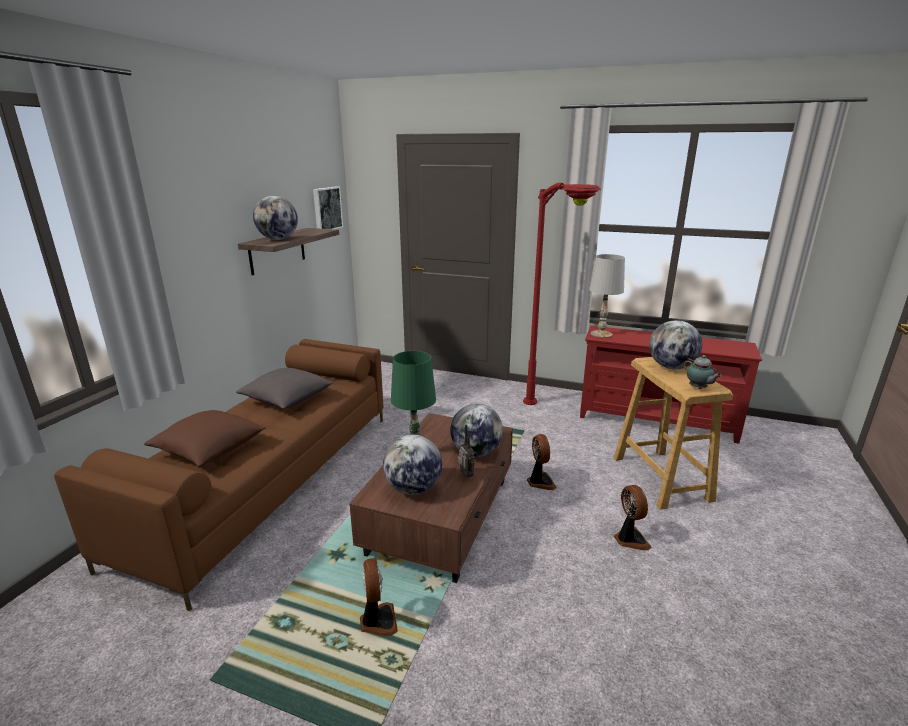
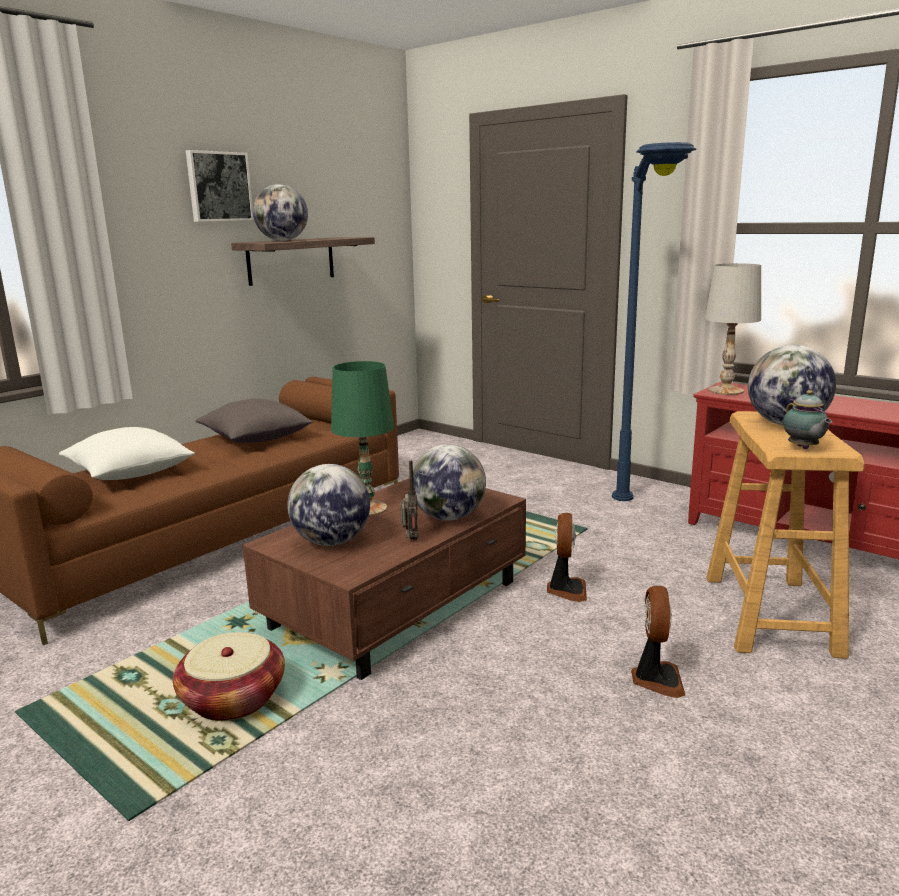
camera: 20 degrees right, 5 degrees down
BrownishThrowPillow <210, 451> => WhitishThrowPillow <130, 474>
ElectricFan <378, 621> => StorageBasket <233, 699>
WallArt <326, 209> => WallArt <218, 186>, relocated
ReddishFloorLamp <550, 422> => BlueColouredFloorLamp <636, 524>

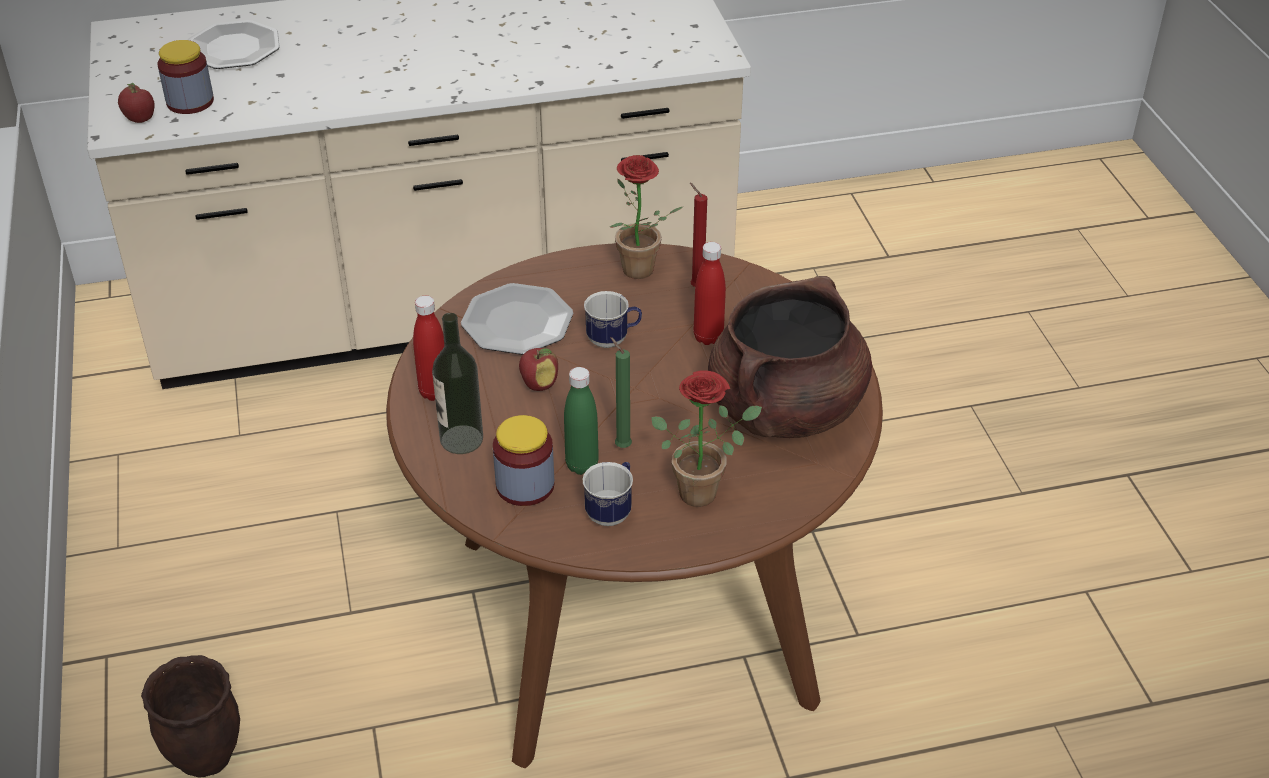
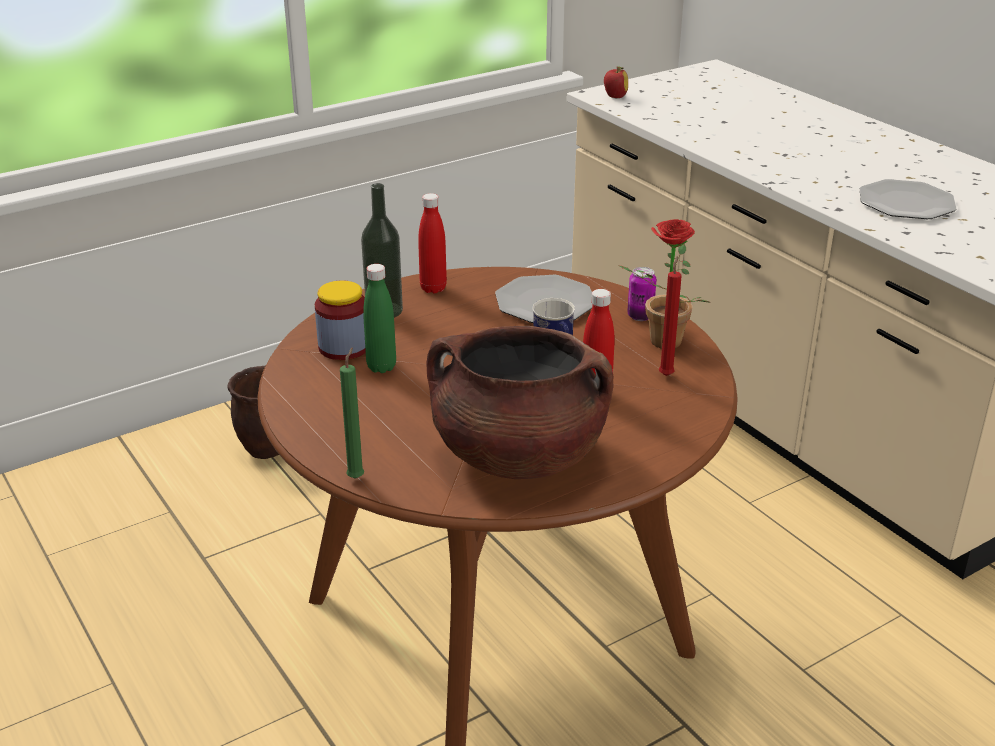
camera: 70 degrees right, 10 degrees down
GreenWaxLight <621, 445> => GreenWaxLight <357, 476>, relocated
nothing => MetalCan <640, 316>
Plate <233, 48> => Plate <906, 203>, relocated
PreserveJar <190, 102> => nothing
AppleFruit <539, 384> => nothing
Mug <612, 511> => nothing
PlantInAPot <704, 490> => nothing

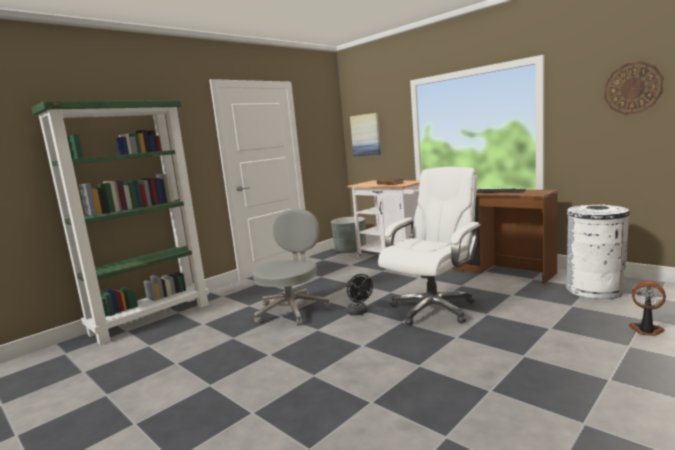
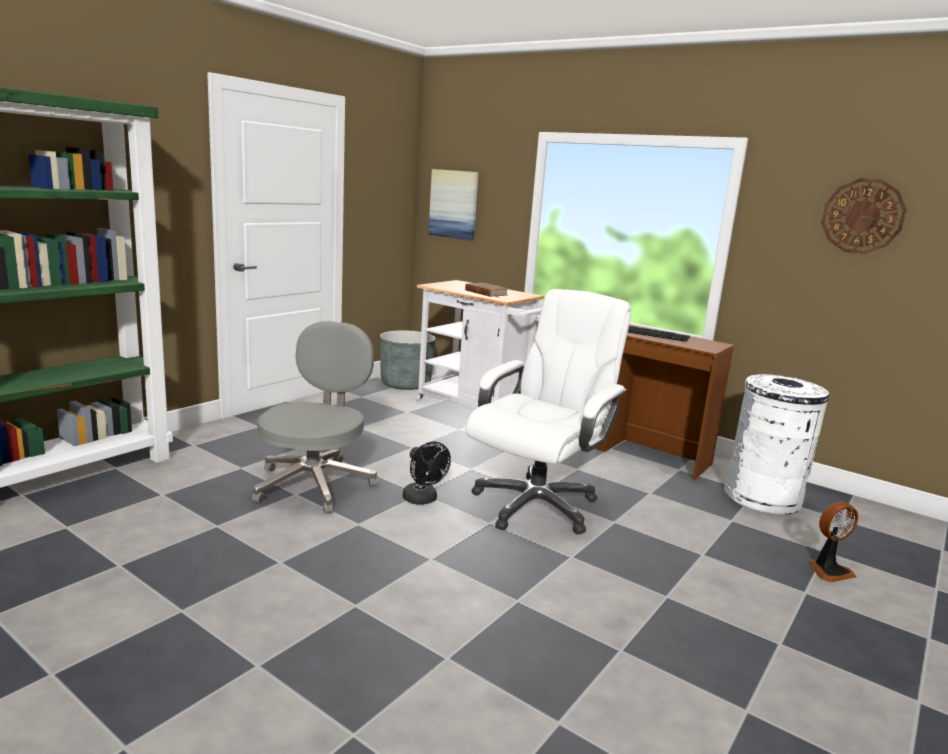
camera: 10 degrees left, 5 degrees up
ElectricFan <646, 330> => ElectricFan <828, 570>, 135 degrees clockwise

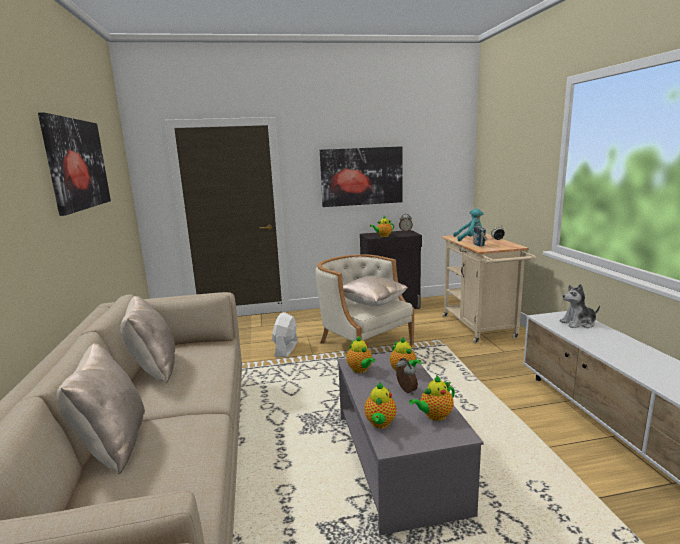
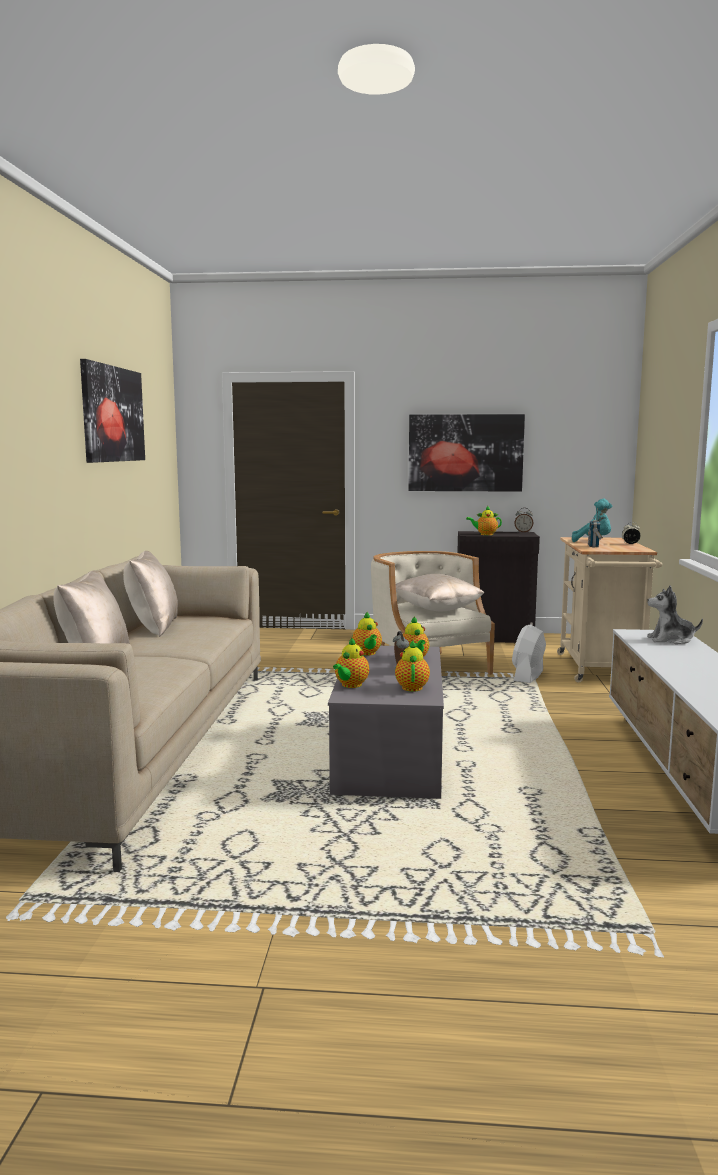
camera: 15 degrees right, 5 degrees down
TeaPot <434, 416> => TeaPot <412, 687>, 105 degrees clockwise
WhitishElectricFan <286, 349> => WhitishElectricFan <528, 676>, relocated

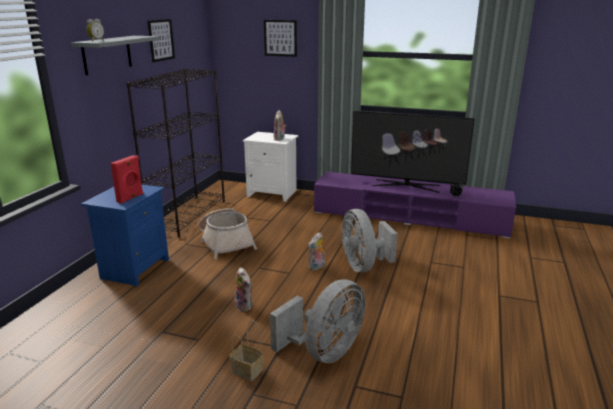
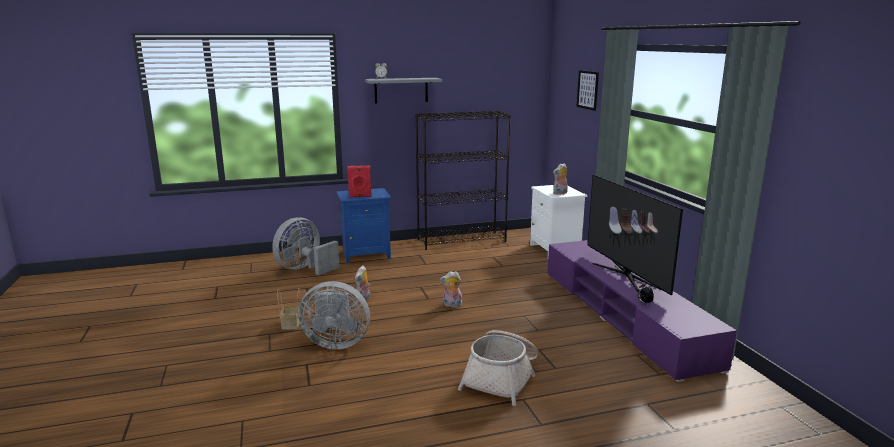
camera: 55 degrees right, 5 degrees down
GreyishElectricFan <363, 266> => GreyishElectricFan <304, 269>, relocated
StorageBasket <225, 242> => StorageBasket <501, 377>, relocated
WallArt <161, 40> => nothing

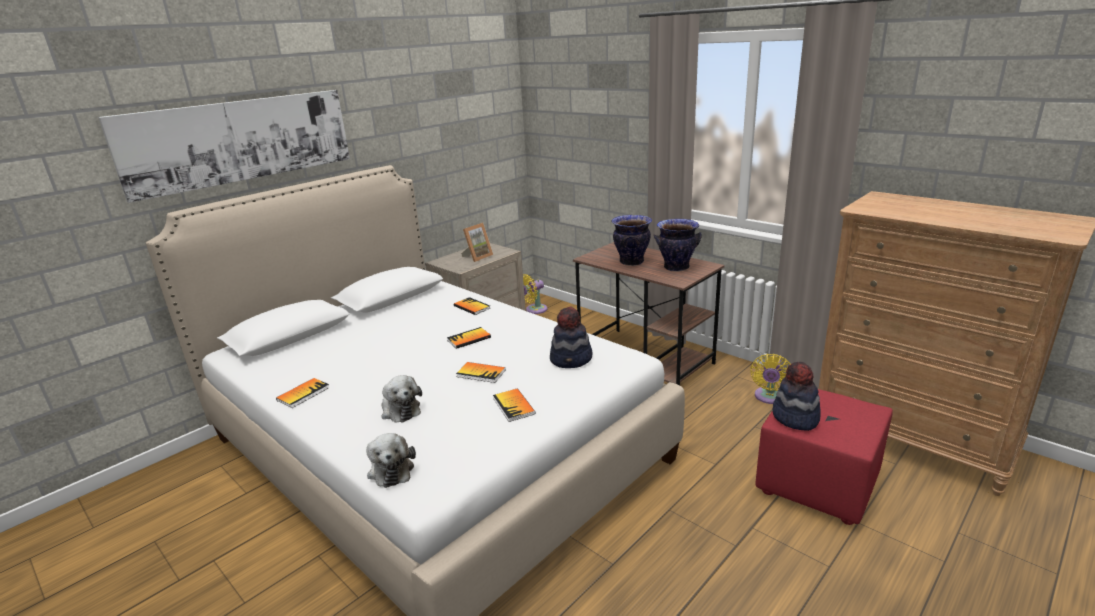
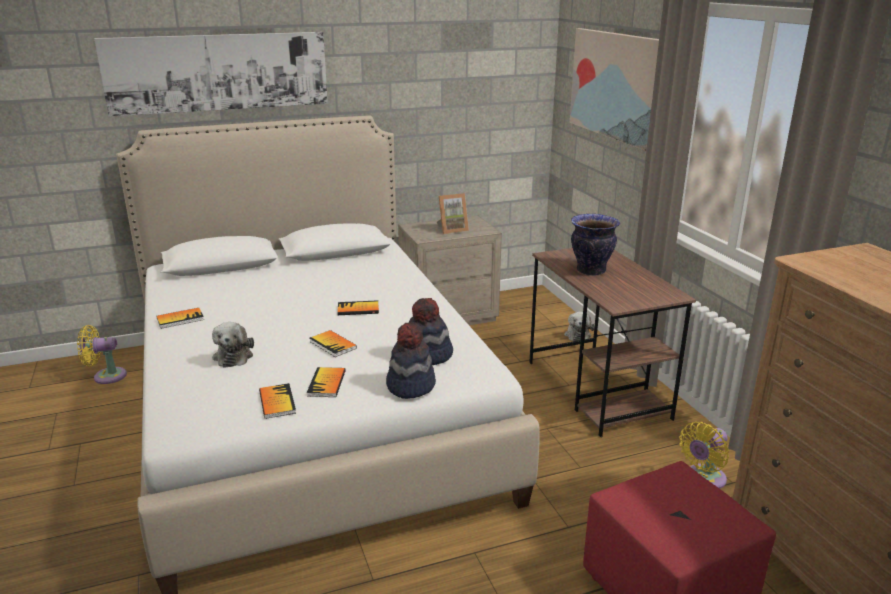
camera: 25 degrees right, 0 degrees up
YellowColouredElectricFan <534, 310> => YellowColouredElectricFan <106, 376>, relocated
BoundBook <472, 307> => BoundBook <277, 402>, relocated
Hat <795, 418> => Hat <410, 385>, relocated
SoftToy <391, 469> => SoftToy <577, 334>, relocated
nothing => WallArt <616, 85>
FlowerVase <676, 267> => nothing

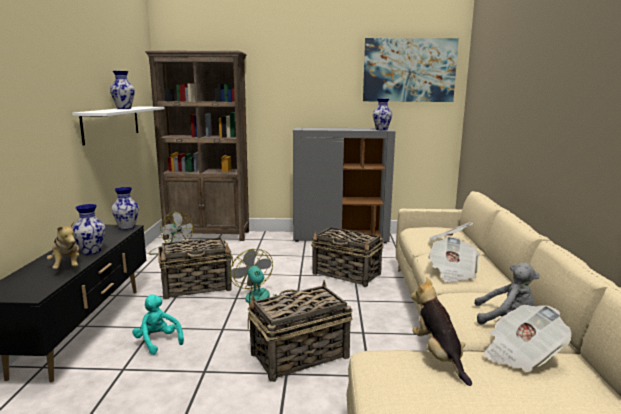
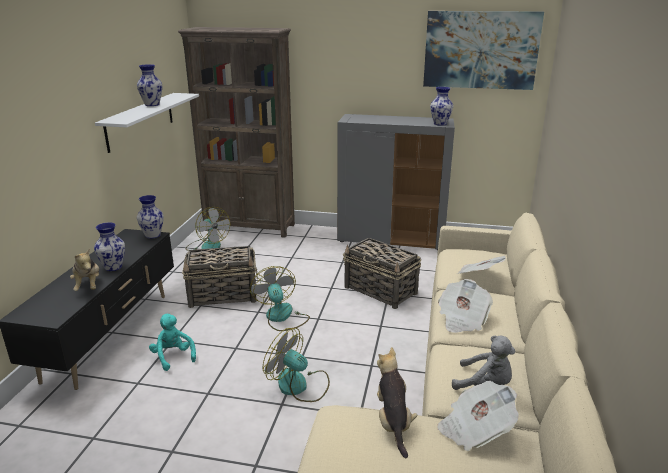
camera: 10 degrees right, 10 degrees up
StorageBasket <298, 356> => ElectricFan <299, 386>

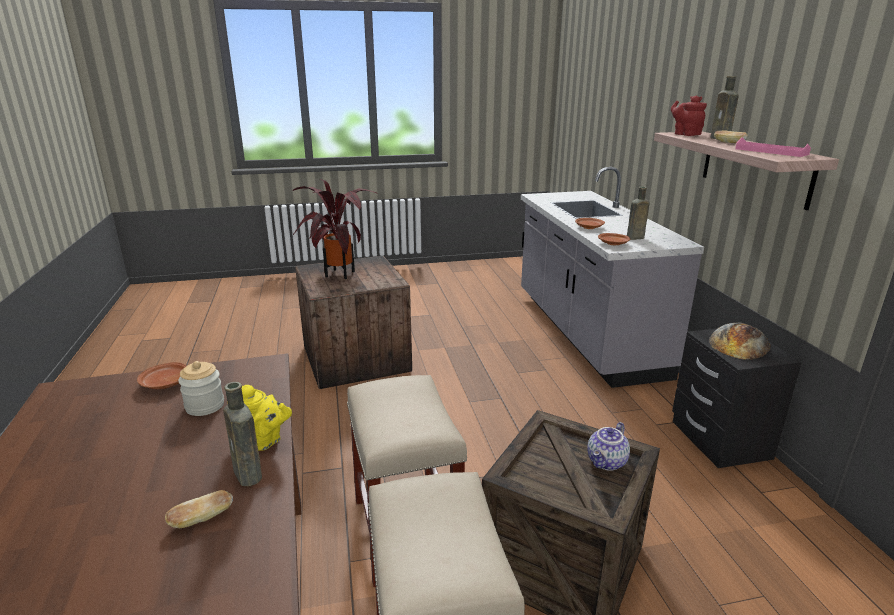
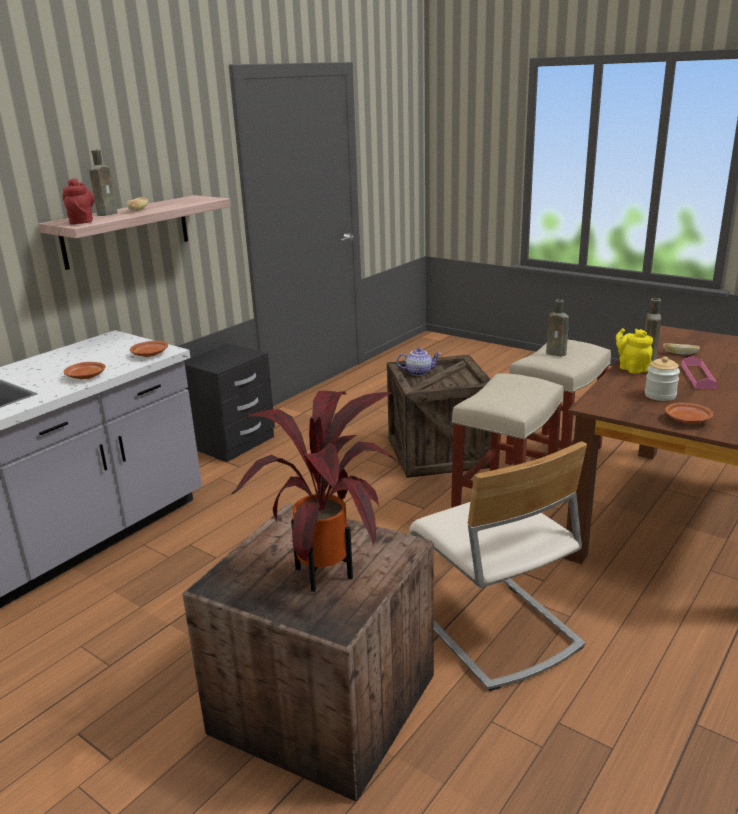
camera: 130 degrees left, 0 degrees up
ReddishTeaPot <685, 134> => ReddishTeaPot <82, 221>, 150 degrees clockwise
nothing => BeigeUprightChair <494, 629>
BrownishDrinkBottle <634, 238> => BrownishDrinkBottle <557, 353>, relocated
PinkColouredTray <771, 151> => PinkColouredTray <698, 376>, relocated
BakeryBread <739, 344> => nothing

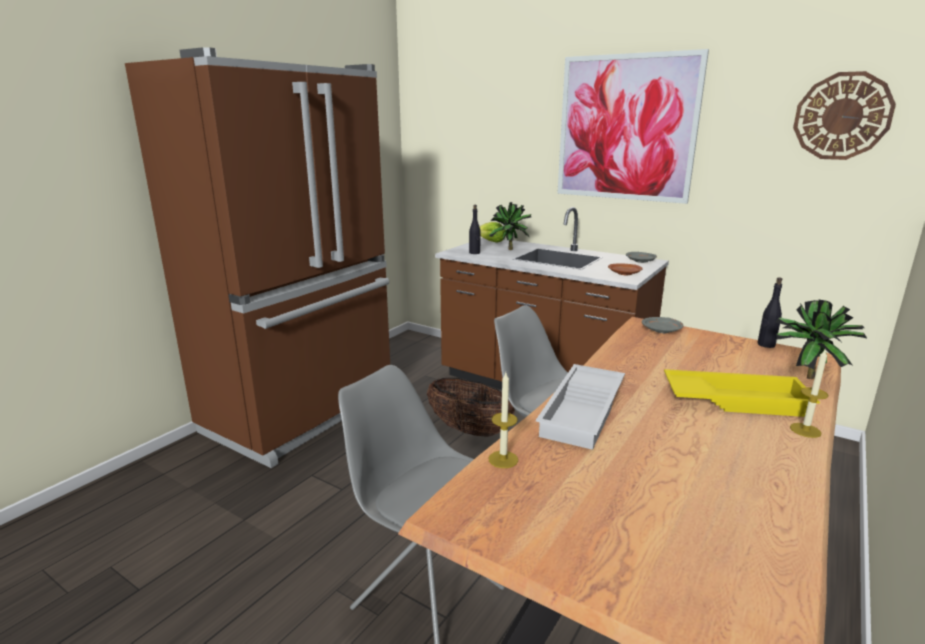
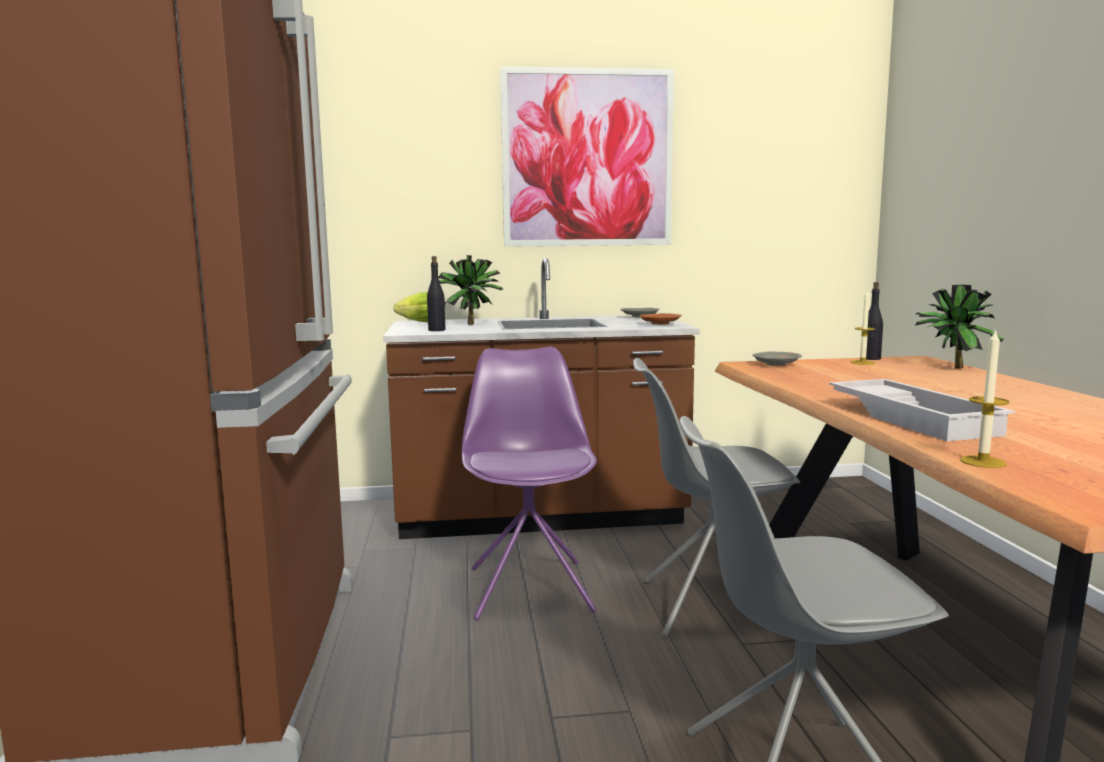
camera: 40 degrees left, 10 degrees down
StorageBasket <469, 430> => PurpleColouredUprightChair <530, 588>
WaxLight <805, 430> => WaxLight <862, 363>, relocated
YellowColouredTray <735, 399> => nothing
HangingClock <842, 116> => nothing

